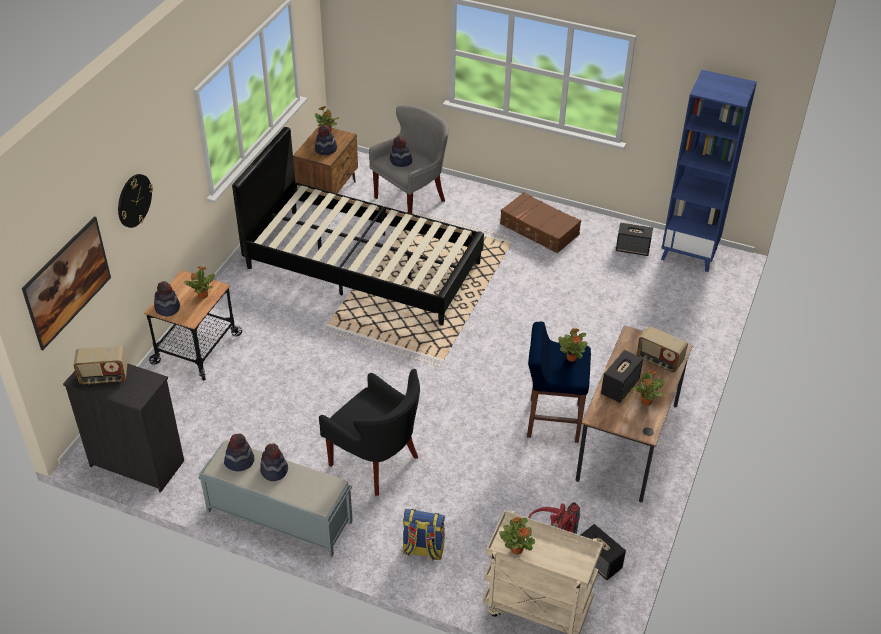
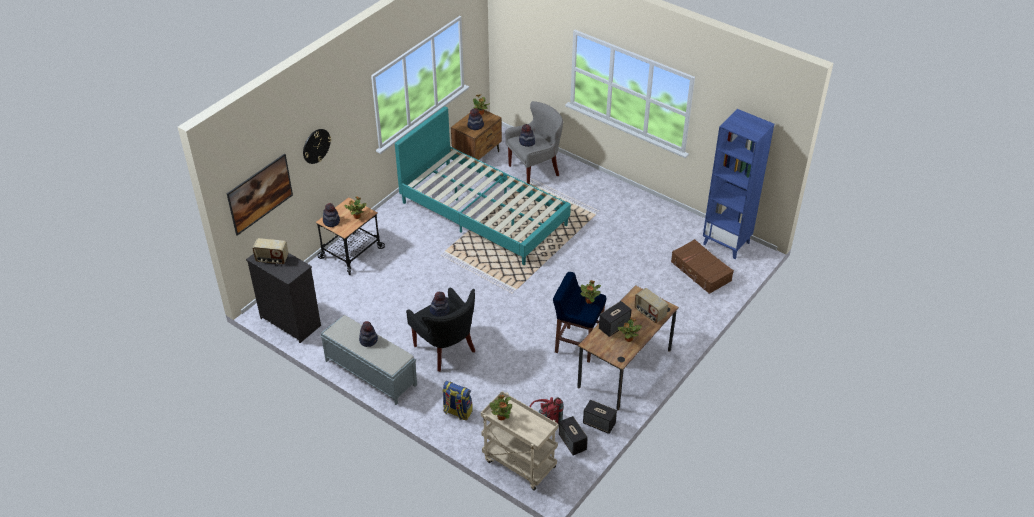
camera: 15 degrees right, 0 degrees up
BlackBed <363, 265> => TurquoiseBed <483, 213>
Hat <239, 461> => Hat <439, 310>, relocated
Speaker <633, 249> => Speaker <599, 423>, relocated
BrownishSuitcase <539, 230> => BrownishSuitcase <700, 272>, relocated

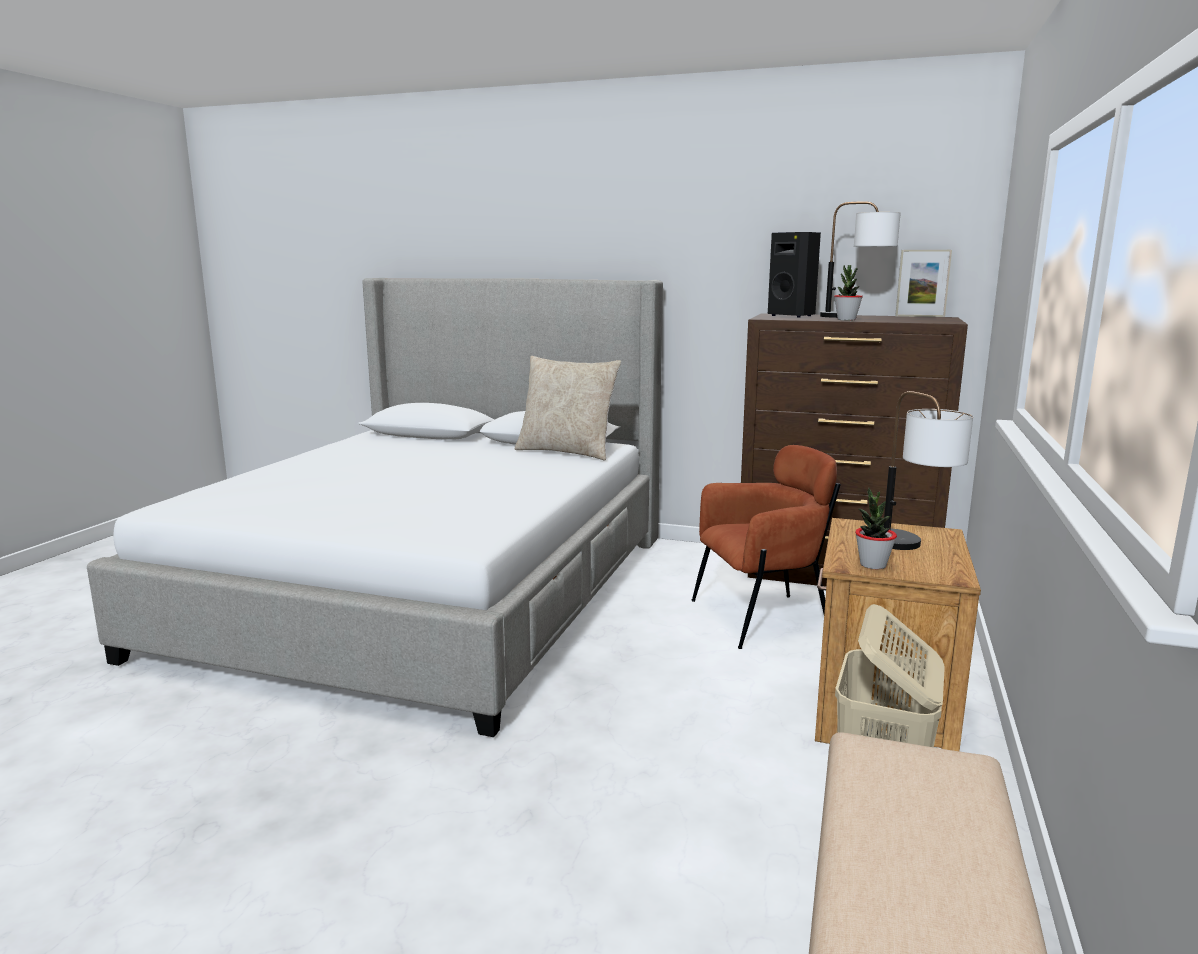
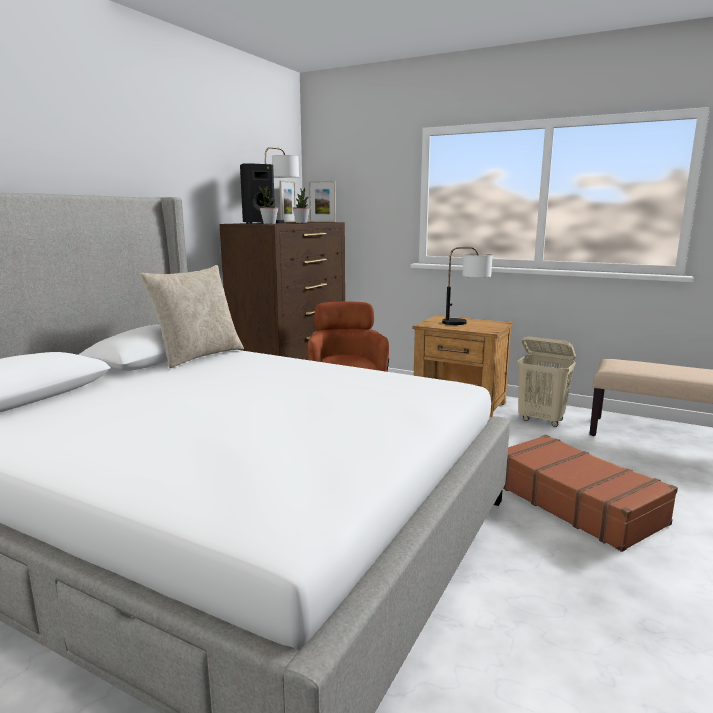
camera: 80 degrees left, 0 degrees up
PlantInAPot <872, 565> => PlantInAPot <269, 224>, relocated
nothing => StandingFrame <322, 221>
nothing => BrownishSuitcase <576, 502>

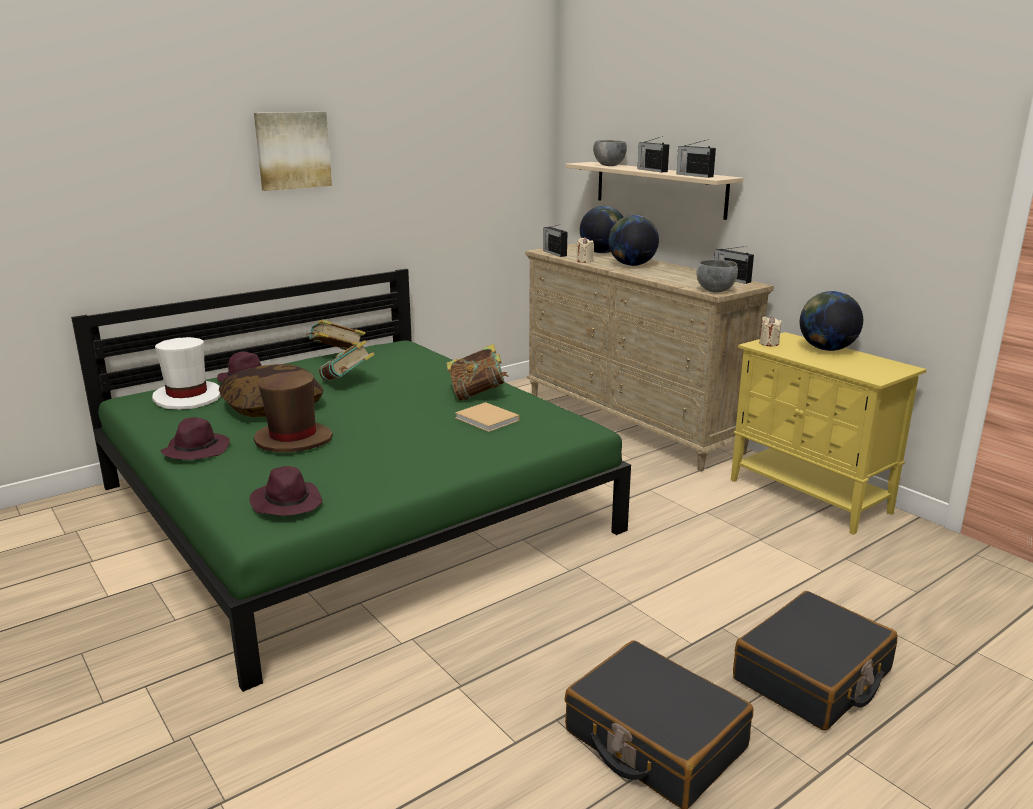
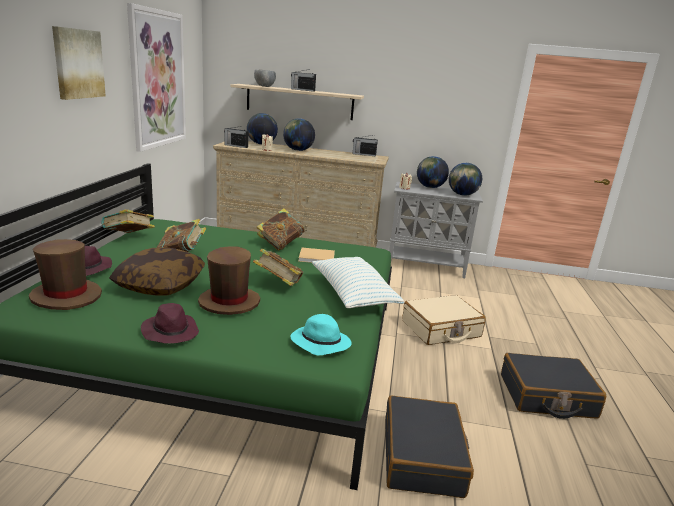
camera: 45 degrees left, 0 degrees up
WhitishHat <188, 397> => BrownishHat <66, 296>
nothing => WallArt <157, 79>
nothing => BoundBook <278, 285>
PurpleColouredHat <286, 503> => TurquoiseHat <319, 343>
nothing => ThrowPillow <353, 295>
BlackSuitcase <813, 676> => BlackSuitcase <423, 457>, relocated
YellowColouredStorageCabinet <810, 496> => GreyishStorageCabinet <426, 266>
nothing => BeigeSuitcase <441, 329>
nothing => WorldGlobe <462, 195>
Radio <694, 175> => nothing
GreyishDeepDish <715, 290> => nothing

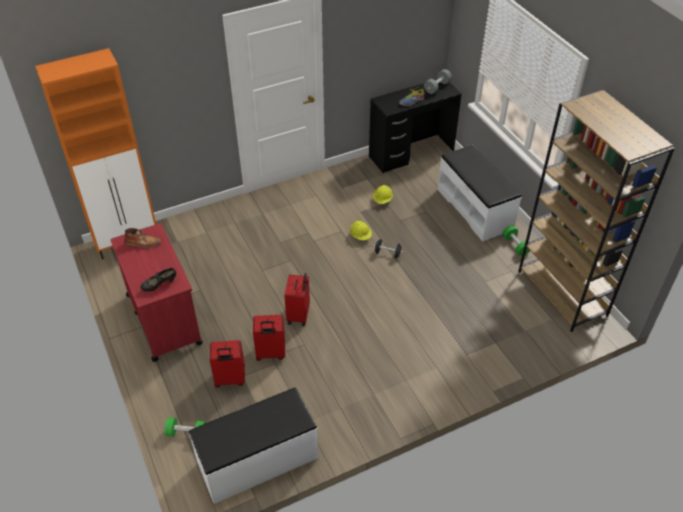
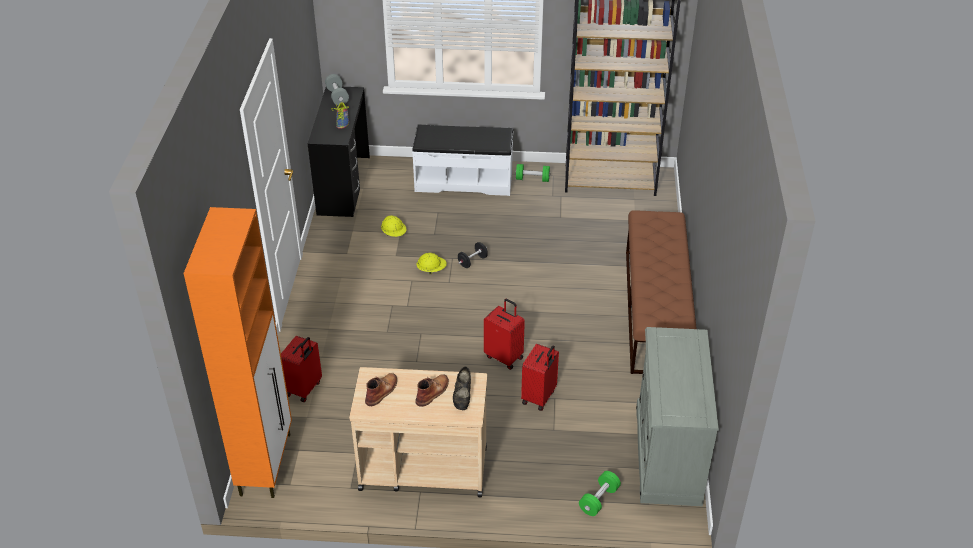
camera: 60 degrees left, 5 degrees down
ReddishSuitcase <230, 379> => ReddishSuitcase <304, 389>, relocated
ReddishTrolley <163, 318> => BeigeTrolley <422, 468>
nothing => BrownishHighTopBoot <433, 392>
nothing => BrownishBench <655, 311>
WhitishBench <258, 461> => GreyishDresser <667, 454>

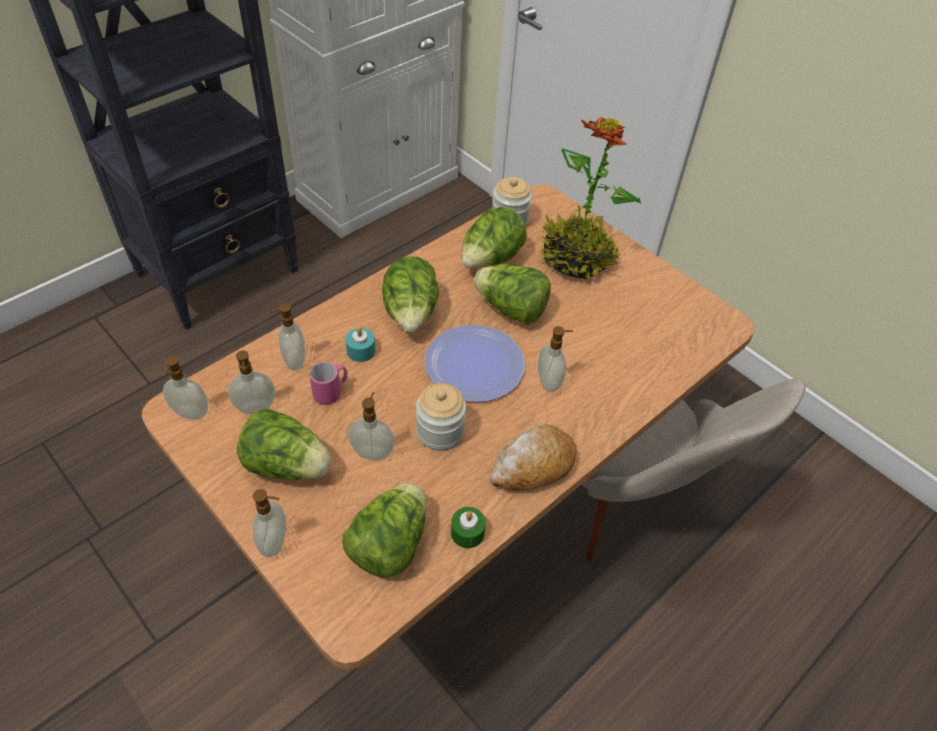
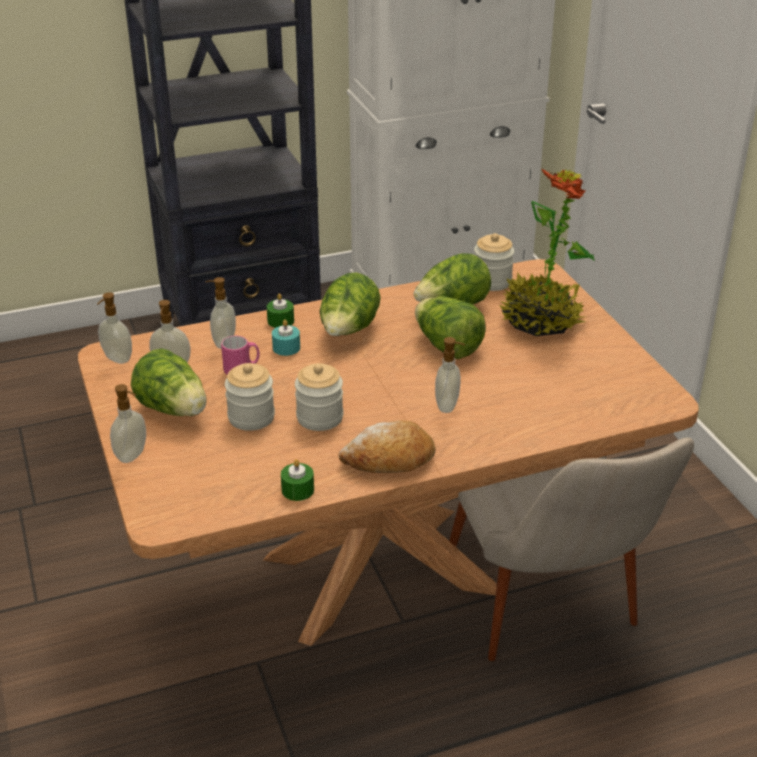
camera: 25 degrees right, 15 degrees down
SoapDispenser <373, 452> => PreserveJar <251, 417>
nothing => GreenWaxLight <280, 321>
LettuceHead <389, 544> => nothing
Plate <475, 364> => nothing

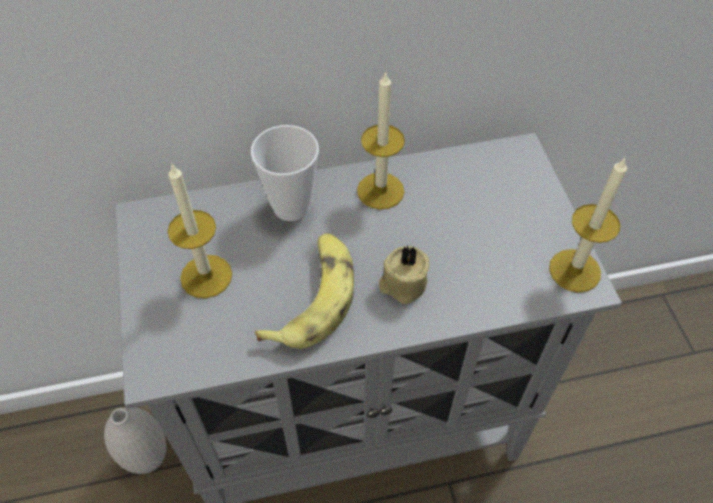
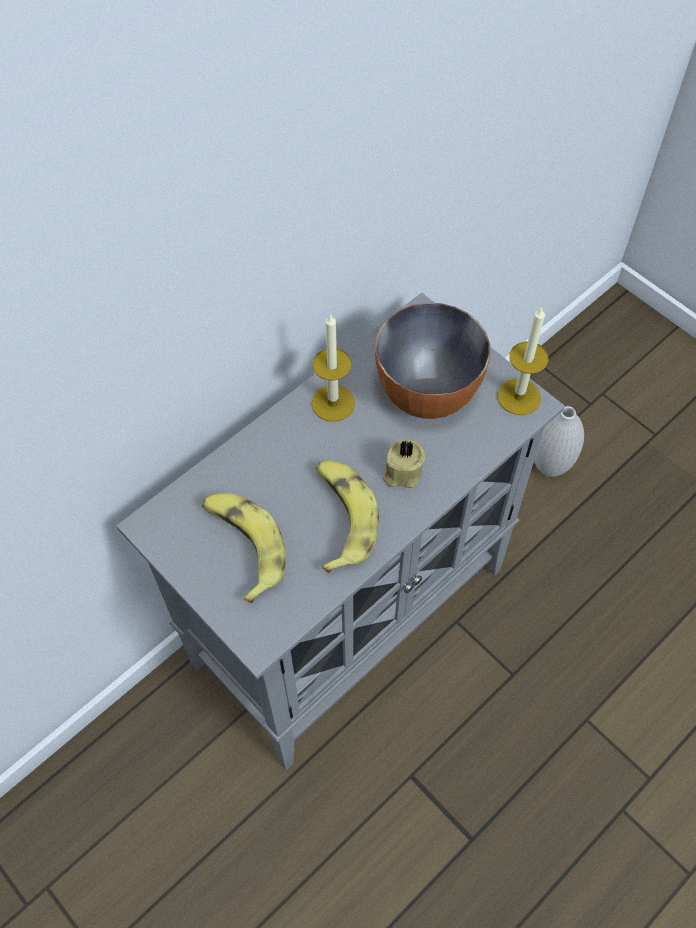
camera: 30 degrees left, 5 degrees up
WaxLight <206, 276> => Banana <244, 545>
nothing => DeepDish <427, 394>
WhitishFlowerVase <148, 459> => WhitishFlowerVase <550, 467>, relocated
SmallCup <291, 206> => nothing

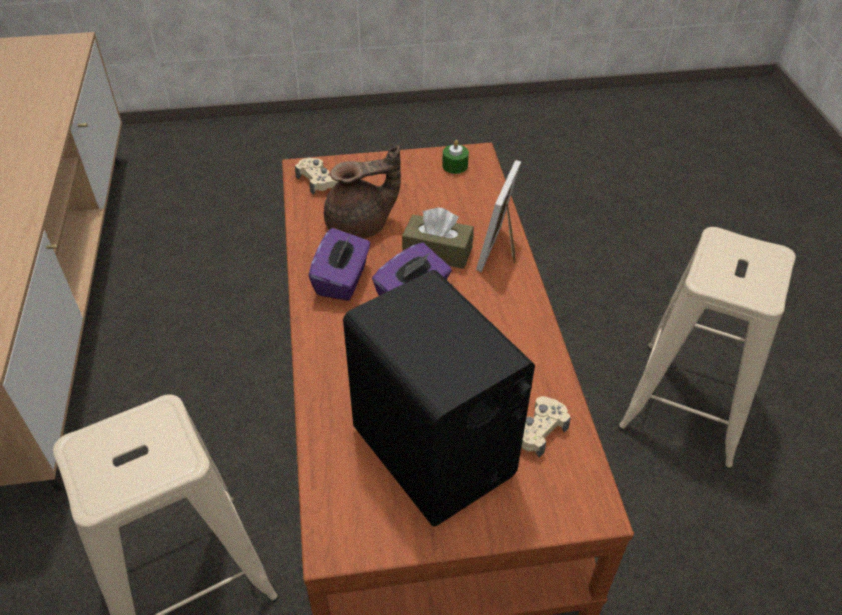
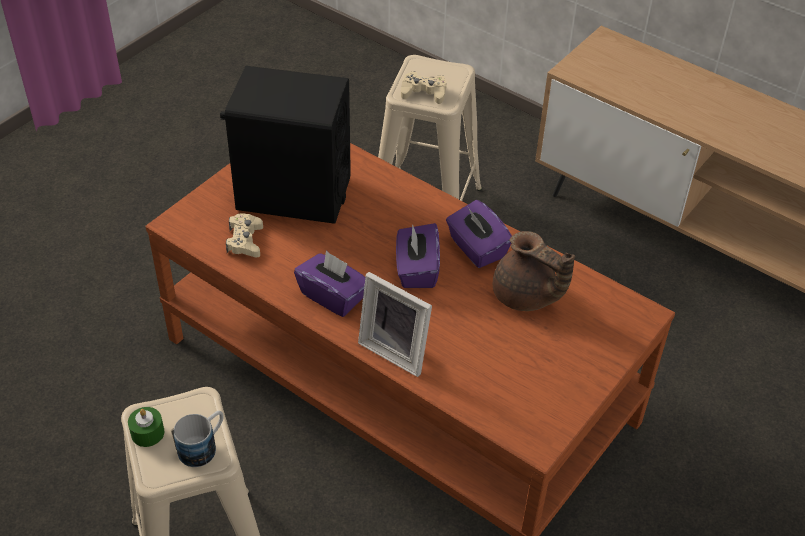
camera: 135 degrees right, 0 degrees up
GreenWaxLight <455, 166> => GreenWaxLight <147, 433>, relocated
nothing => Mug <204, 446>
nothing => PurpleColouredTissueBox <333, 296>
StandingFrame <502, 251> => StandingFrame <397, 350>, 150 degrees clockwise
BeigeGamepad <318, 181> => BeigeGamepad <423, 92>, relocated
BrownishTeaPot <360, 225> => BrownishTeaPot <525, 296>, 75 degrees counterclockwise
BrownishTissueBox <437, 251> => nothing

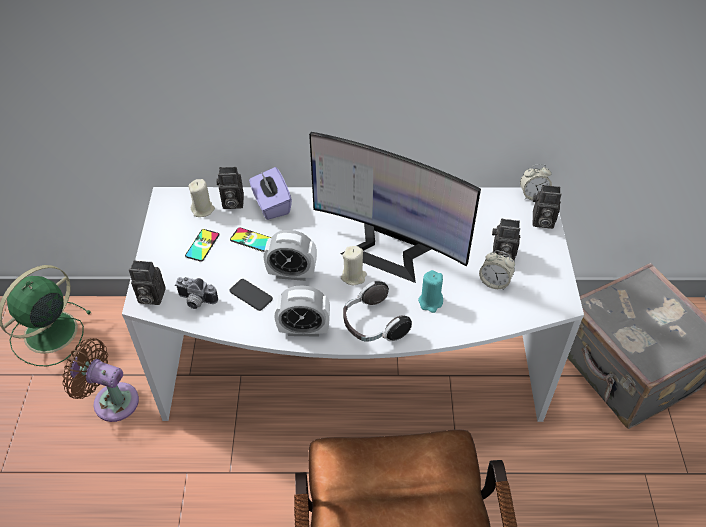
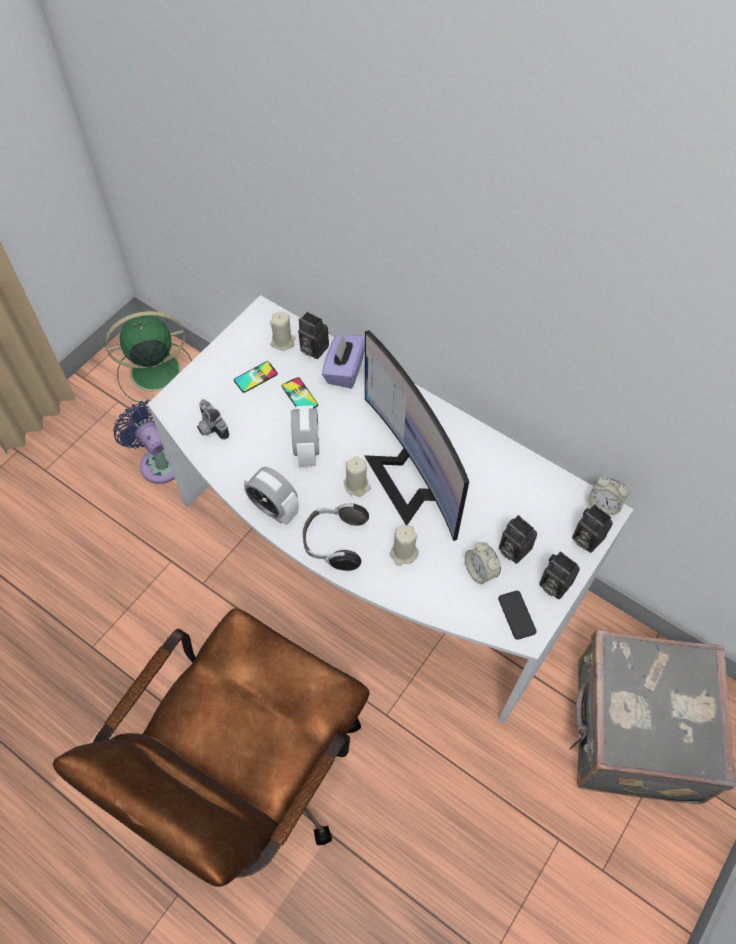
camera: 35 degrees right, 10 degrees up
BrownishElectricFan <111, 400> => BlueColouredElectricFan <159, 461>
AlarmClock <292, 273> => AlarmClock <307, 450>, 135 degrees counterclockwise
TurquoiseWaxLight <430, 302> => BeigeWaxLight <403, 553>
Phone <251, 295> => Phone <516, 615>, relocated
PhotoCamera <149, 297> => PhotoCamera <553, 584>, relocated

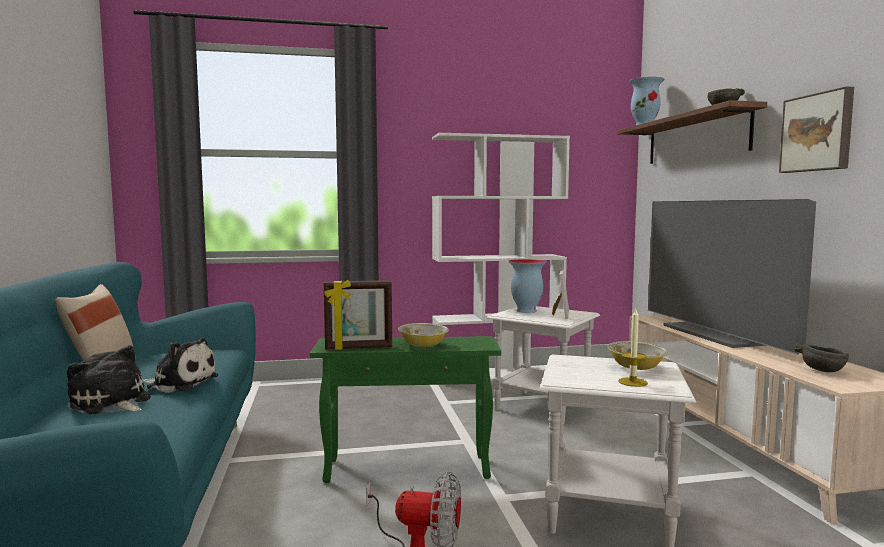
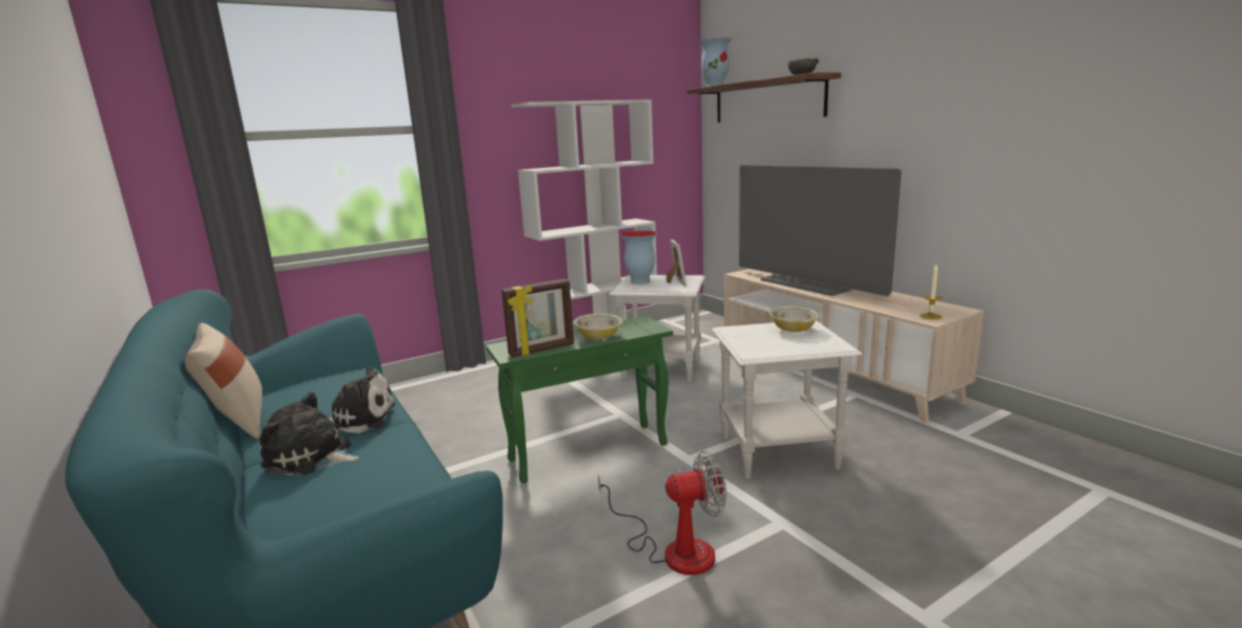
camera: 20 degrees left, 10 degrees up
WaxLight <632, 382> => WaxLight <930, 316>, relocated
WallArt <818, 132> => nothing
GreyishDeepDish <823, 370> => nothing

